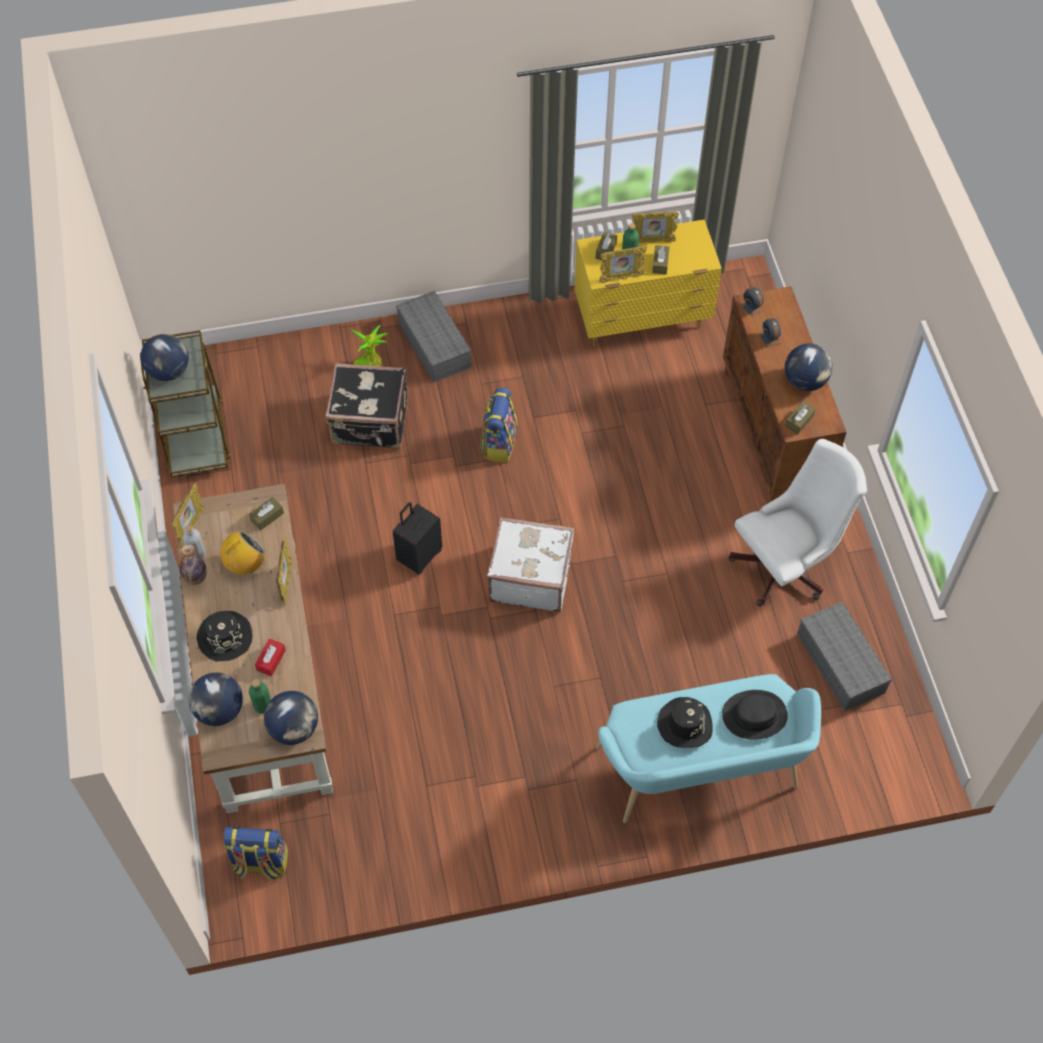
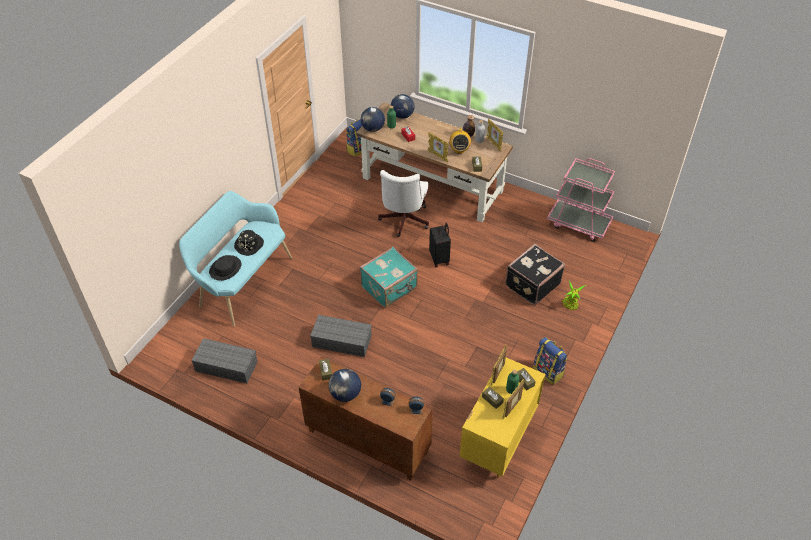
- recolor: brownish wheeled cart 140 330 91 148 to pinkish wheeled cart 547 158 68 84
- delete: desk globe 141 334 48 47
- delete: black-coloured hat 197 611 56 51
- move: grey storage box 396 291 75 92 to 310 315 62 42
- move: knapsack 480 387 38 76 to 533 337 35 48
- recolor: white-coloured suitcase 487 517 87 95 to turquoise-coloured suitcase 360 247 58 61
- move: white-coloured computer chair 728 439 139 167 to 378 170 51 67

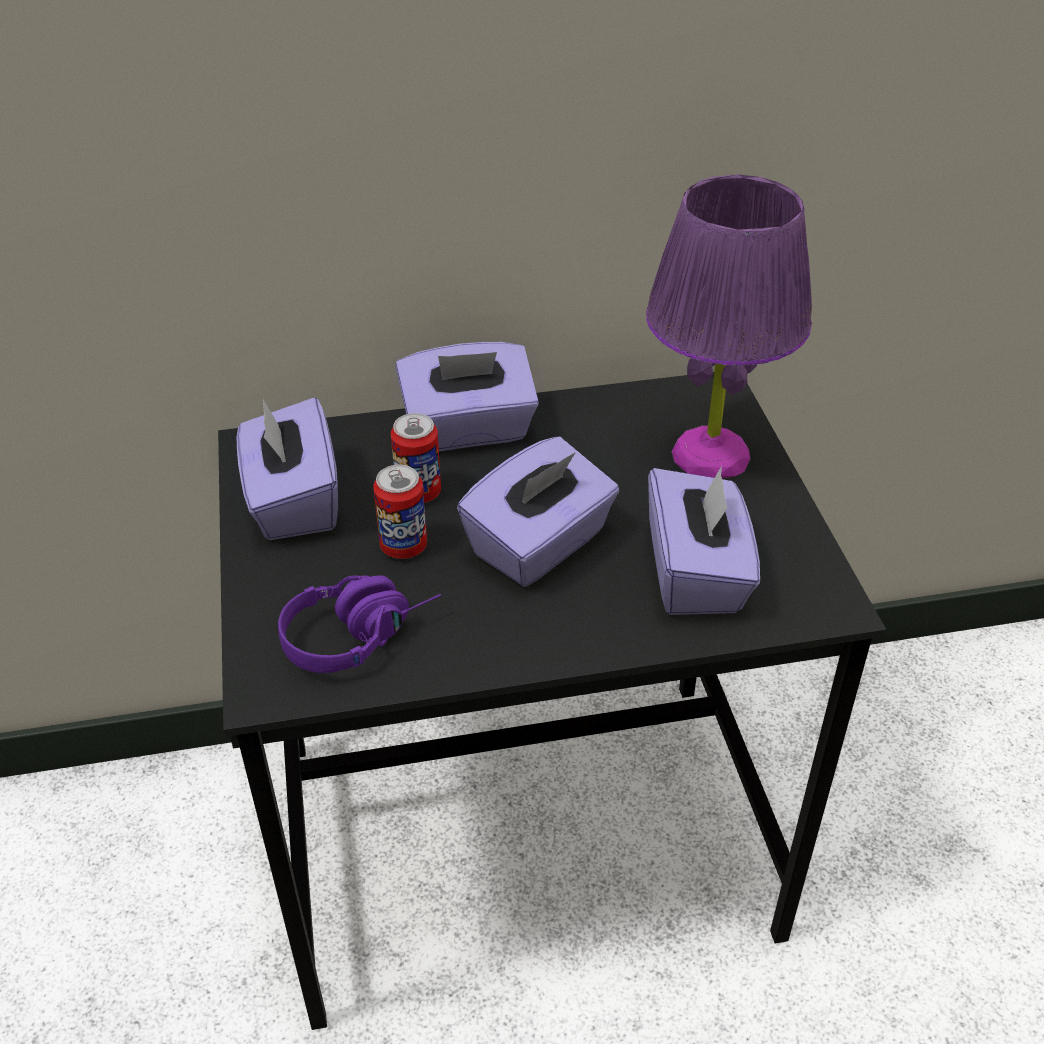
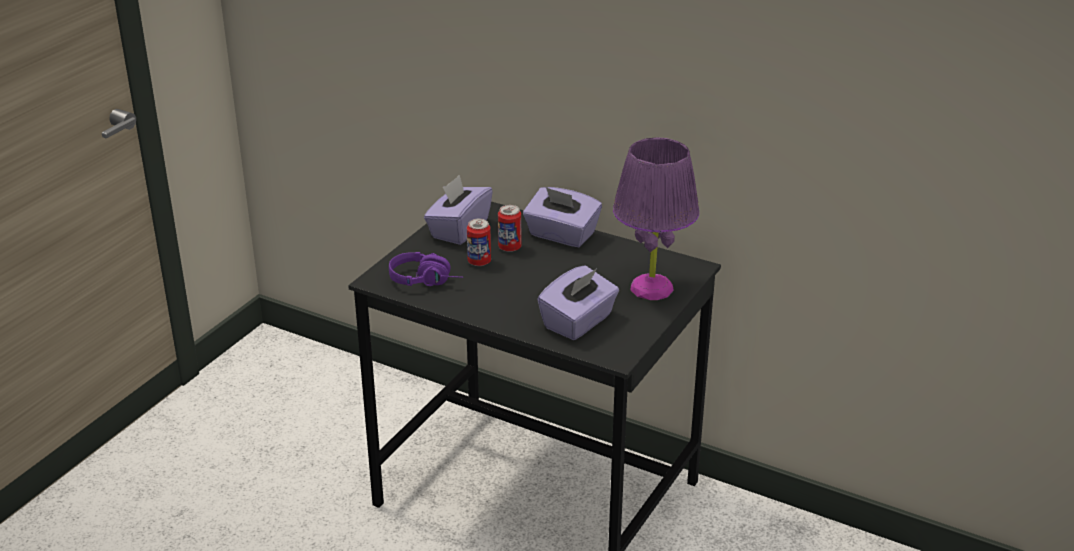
- delete: purple-coloured tissue holder 457 437 162 150

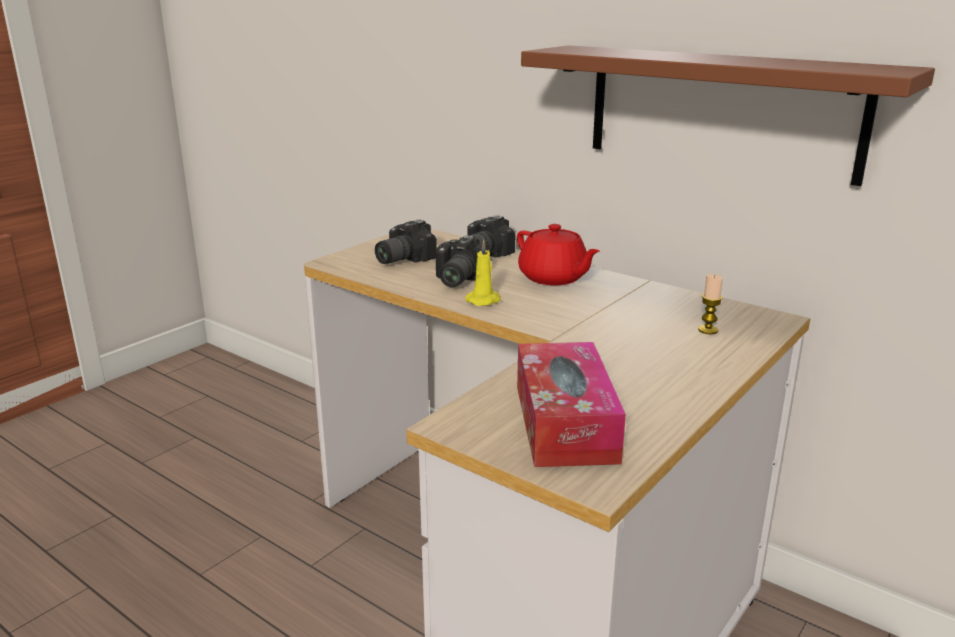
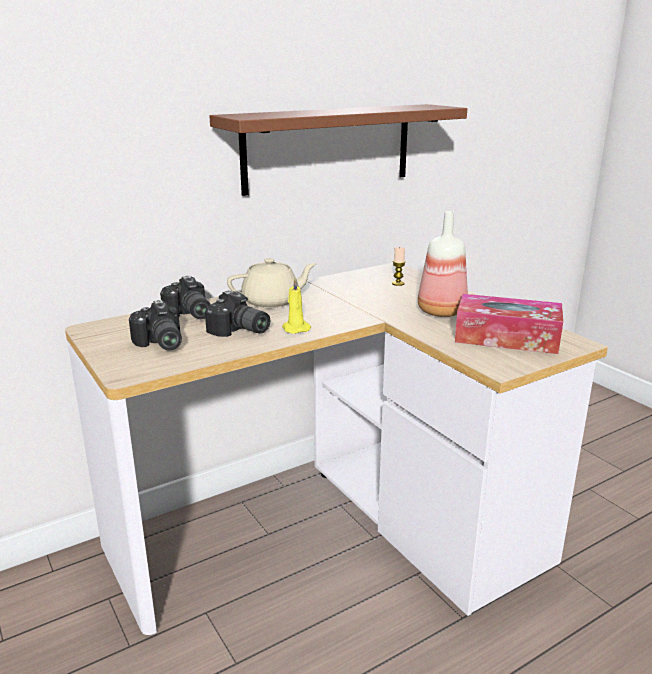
- recolor: red tea pot 517 224 83 61 to beige tea pot 227 258 90 50
- insert: bottle 418 211 50 106

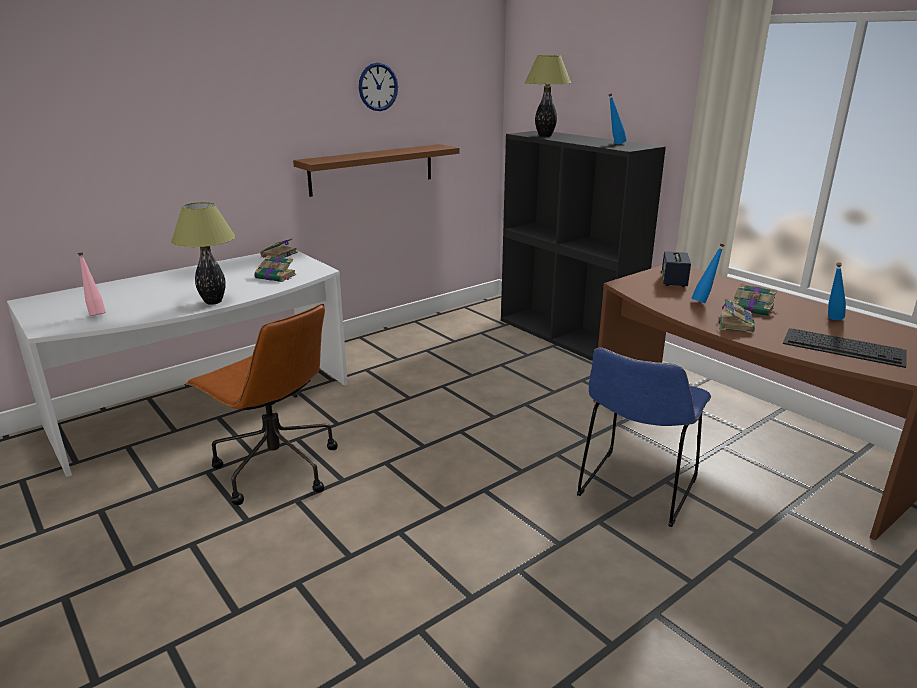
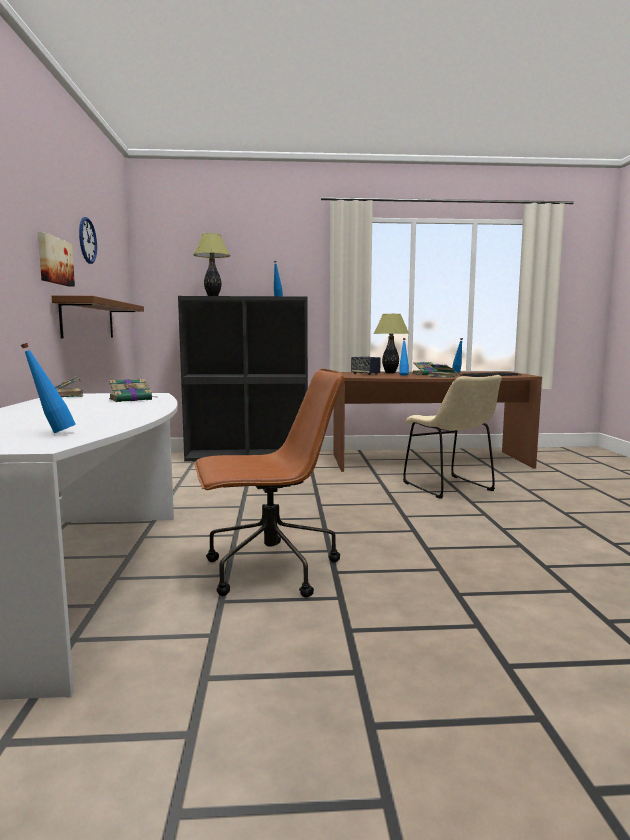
- recolor: pinkish bottle 78 252 28 64 to bluish bottle 20 343 56 90
- move: table lamp 171 202 65 103 to 373 314 36 59
- recolor: bluish plain chair 577 348 134 179 to beige plain chair 403 375 98 124
- insert: wall picture 38 232 37 55

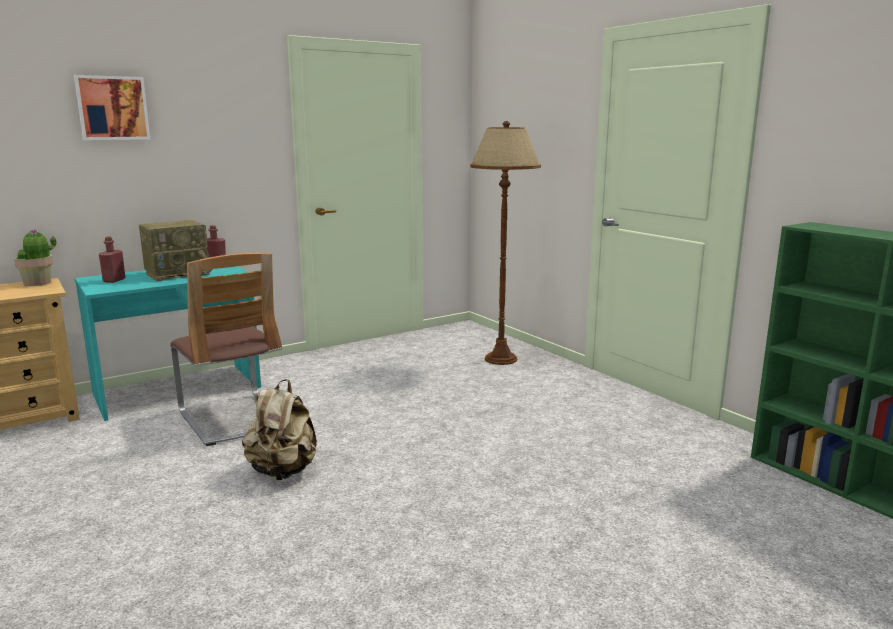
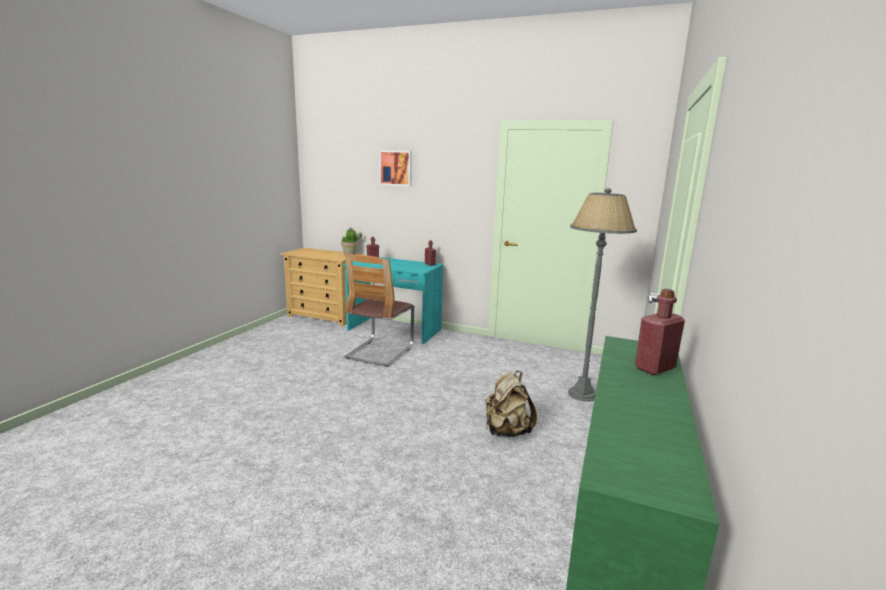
- delete: radio 139 220 73 61
- move: beige knapsack 242 379 75 101 to 485 371 52 66
- recolor: brownish standard lamp 470 121 71 244 to grey standard lamp 568 188 69 214
- insert: red bottle 635 289 50 86

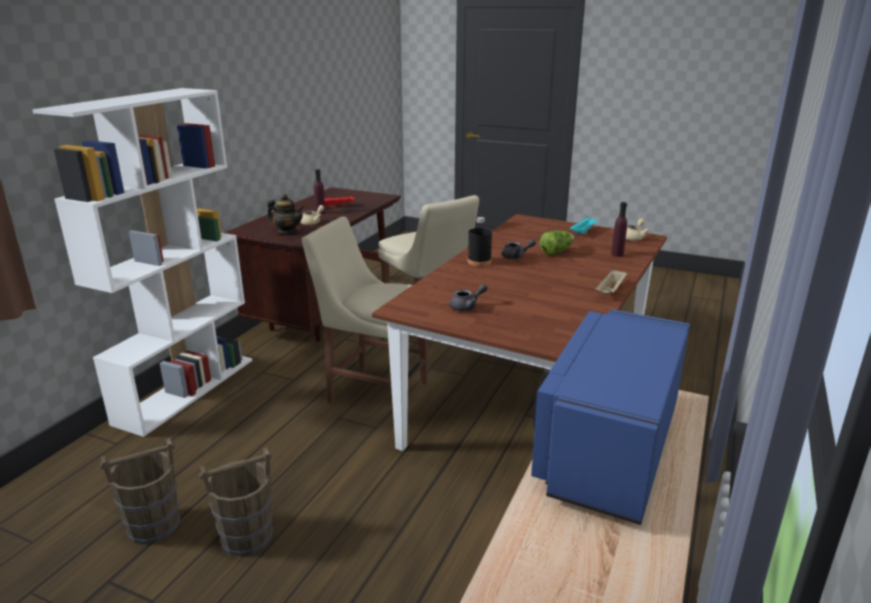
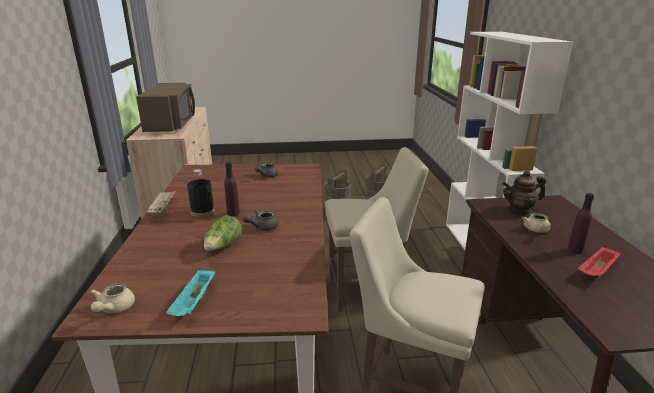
- move: black-coloured bottle 468 217 24 49 to 187 169 28 49
- recolor: bluish microwave 531 309 159 216 to brownish microwave 136 83 59 49
- move: purple-coloured bottle 611 202 16 55 to 224 162 15 55

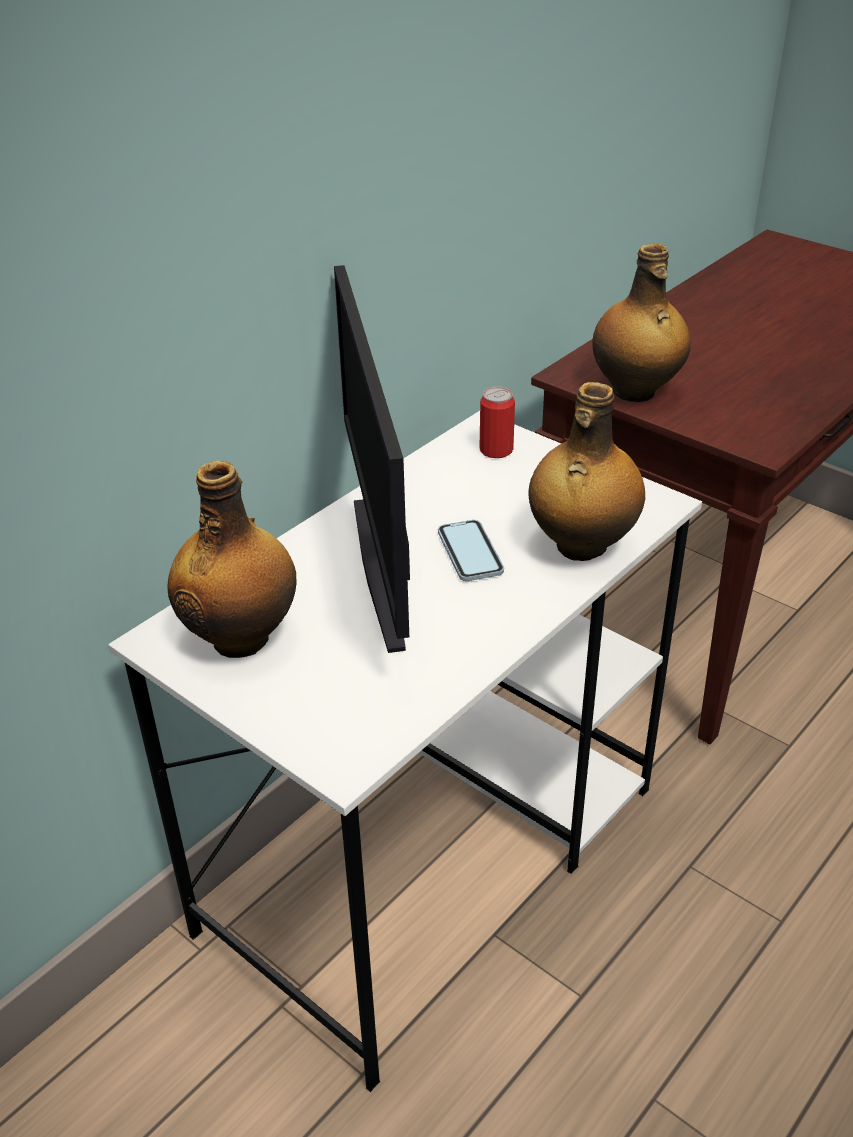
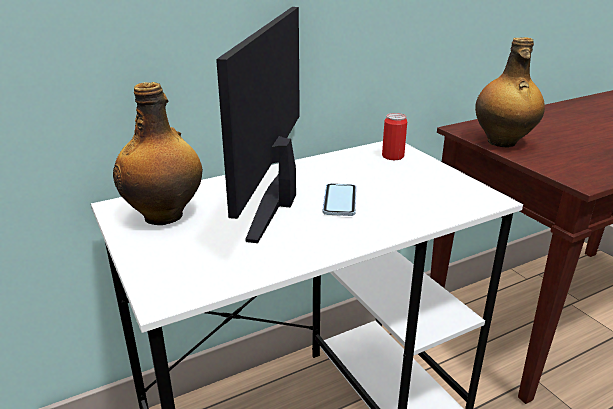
- delete: bottle 528 382 117 179

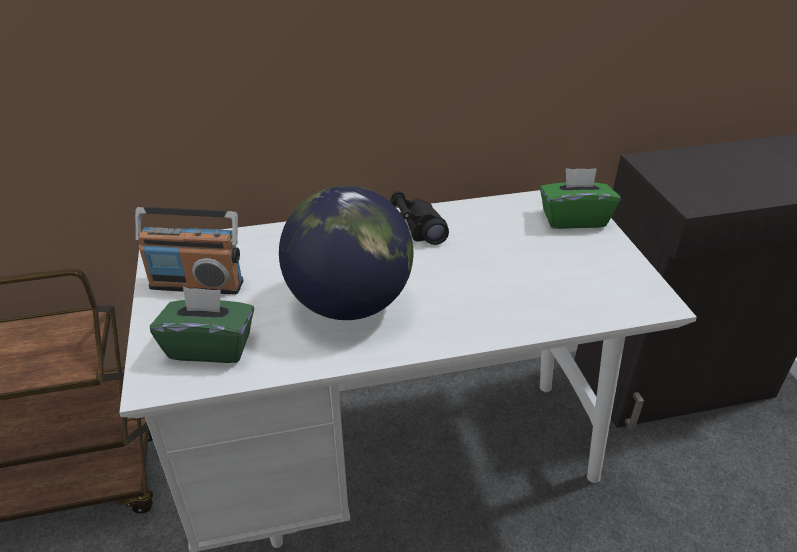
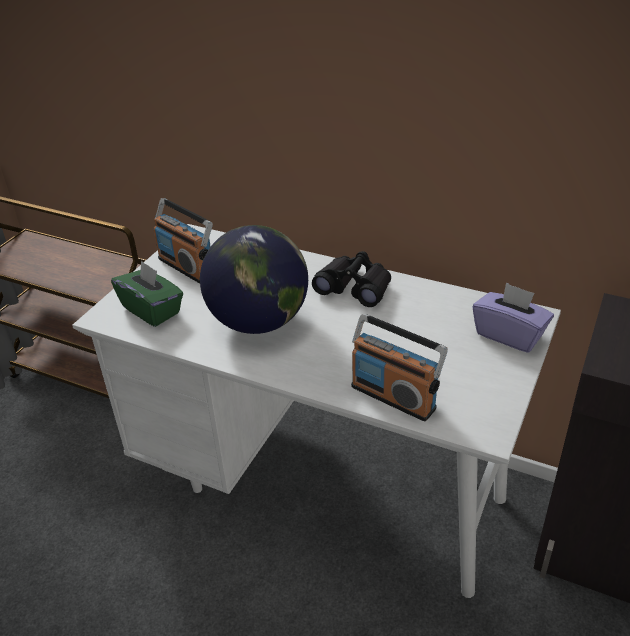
- recolor: green-coloured tissue holder 540 168 81 61 to purple-coloured tissue holder 473 282 81 71
- insert: radio 351 314 97 107

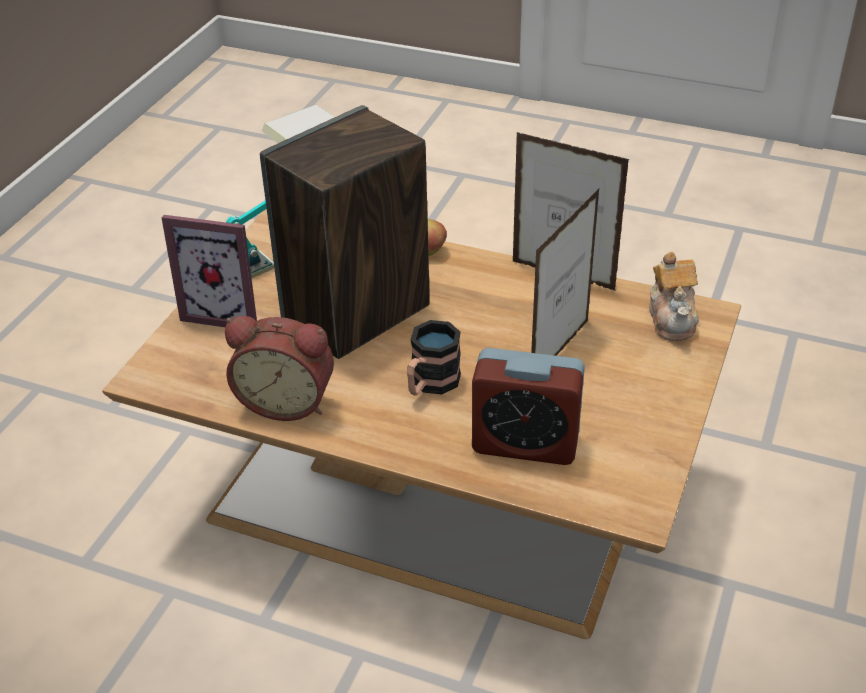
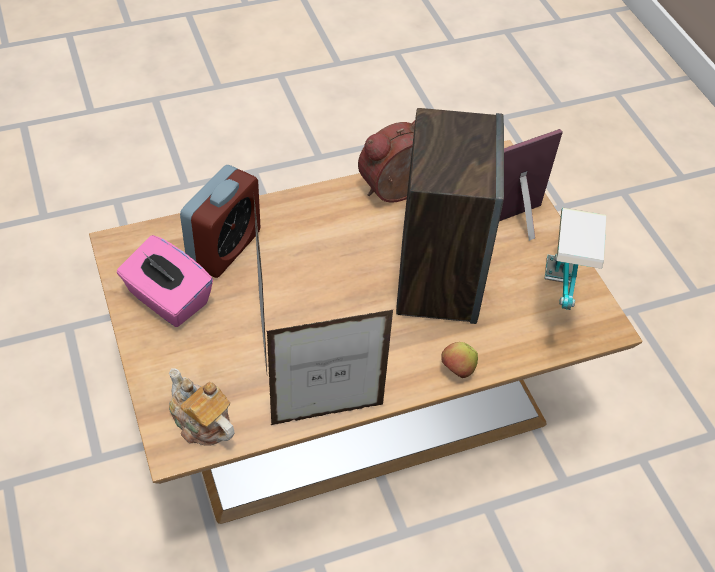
- delete: mug 407 320 54 76
- rotate: bedside clock 472 348 113 117 = 180 165 80 113 150 degrees clockwise
- insert: pinkish tissue holder 117 235 96 92

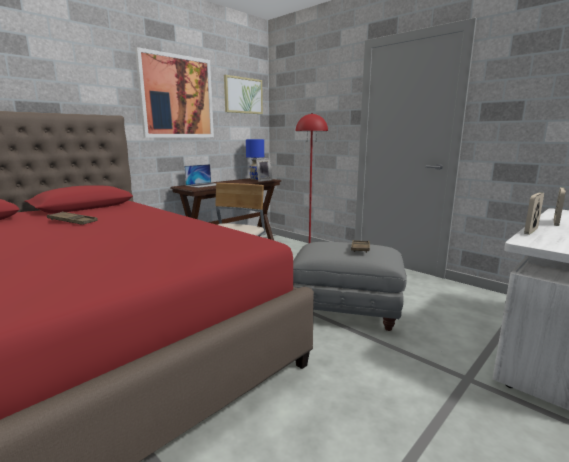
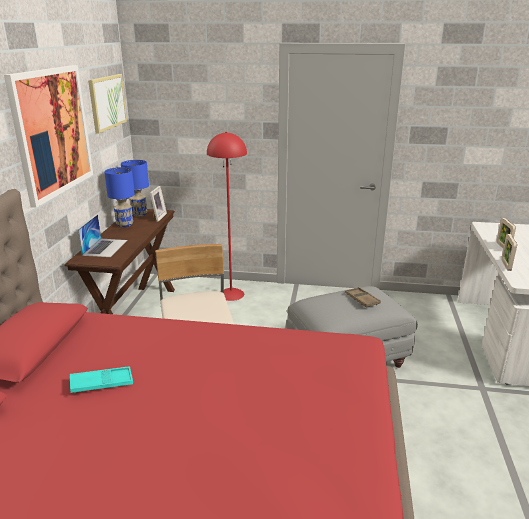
- recolor: brownish serving tray 47 212 51 13 to turquoise-coloured serving tray 70 366 63 27
- insert: bluish table lamp 104 167 31 60

